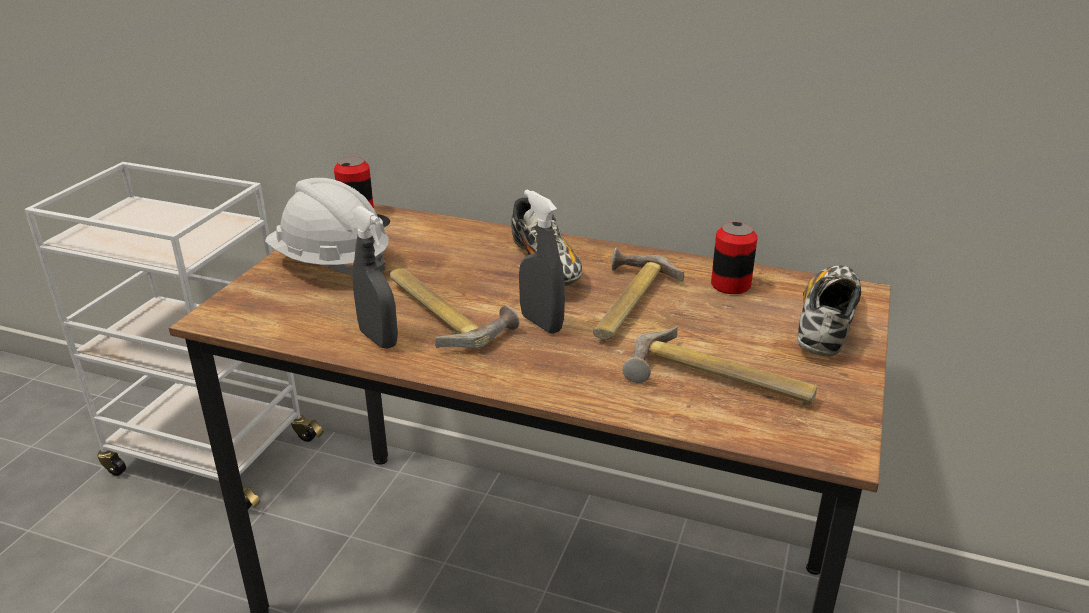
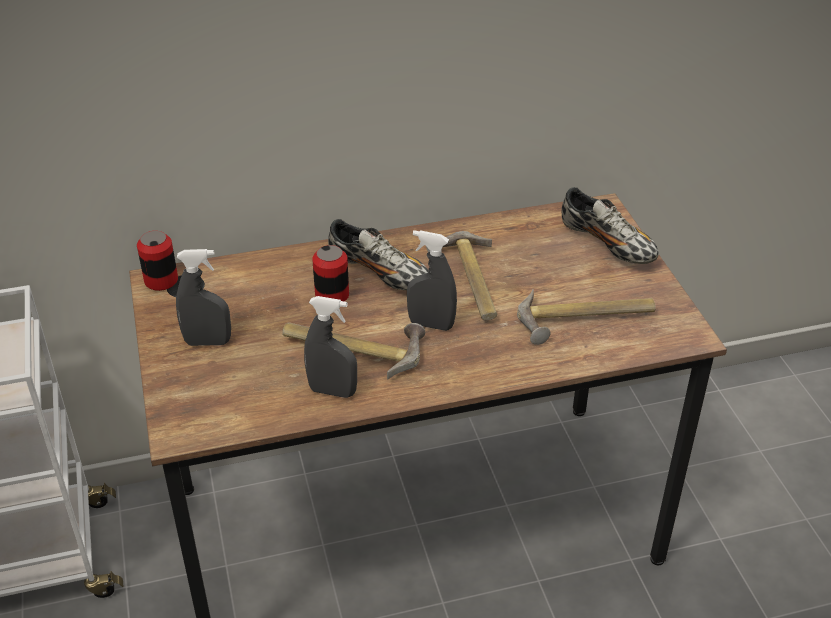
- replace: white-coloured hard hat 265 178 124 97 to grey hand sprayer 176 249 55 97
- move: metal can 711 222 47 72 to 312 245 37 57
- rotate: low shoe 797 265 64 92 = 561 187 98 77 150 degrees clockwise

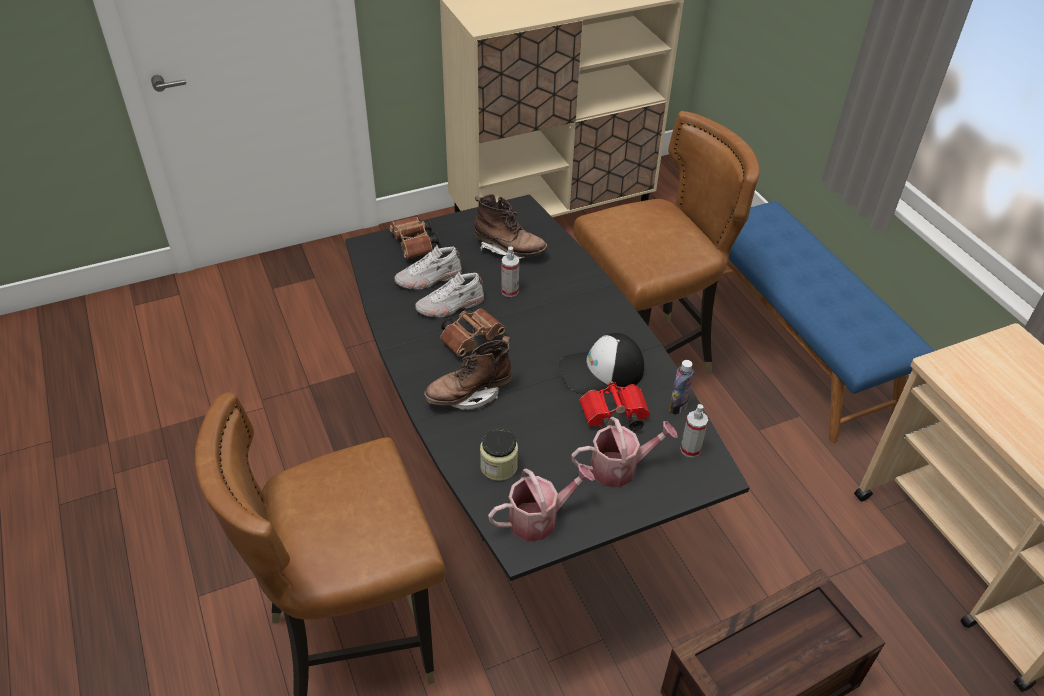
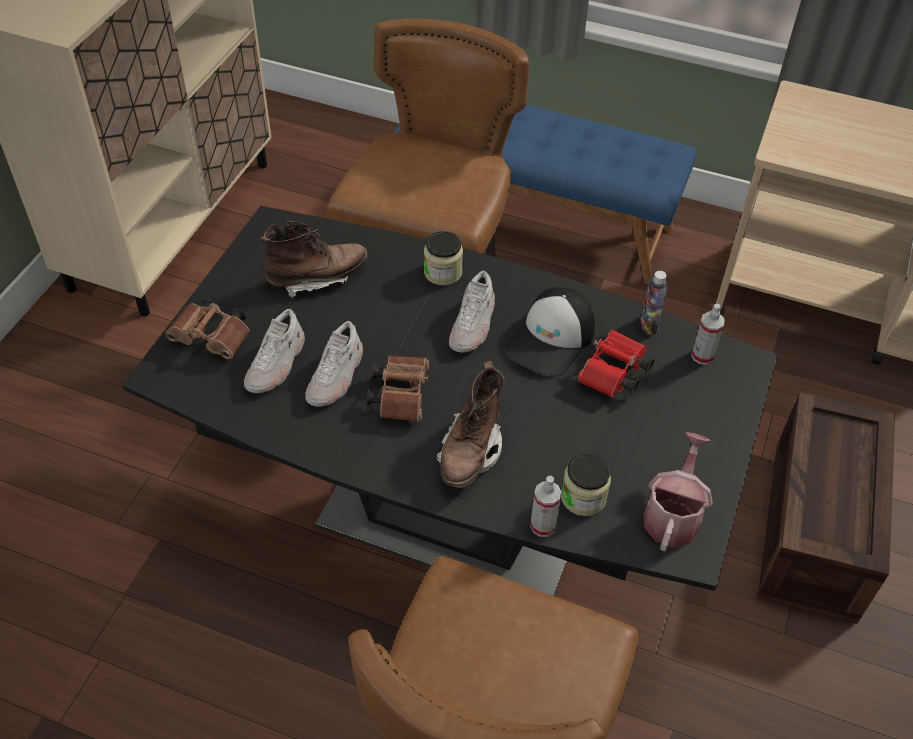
- move: hand sprayer 501 247 18 50 to 530 476 32 61
- delete: watering pot 571 417 107 70
- insert: storage jar 424 231 39 54
- insert: white-coloured low shoe 449 271 46 82

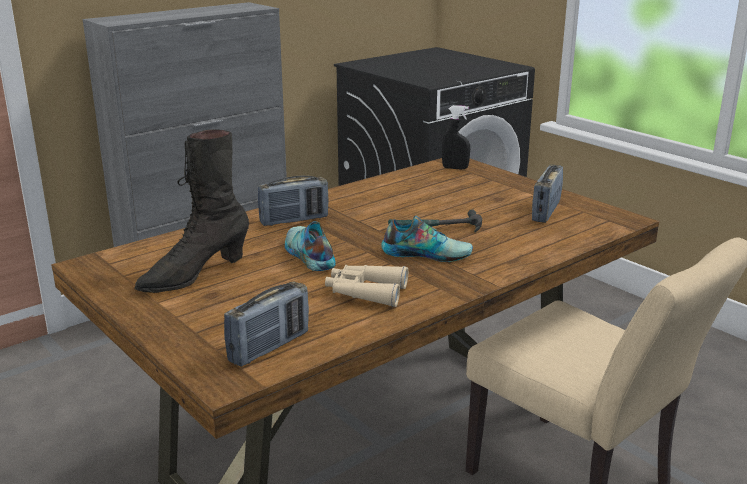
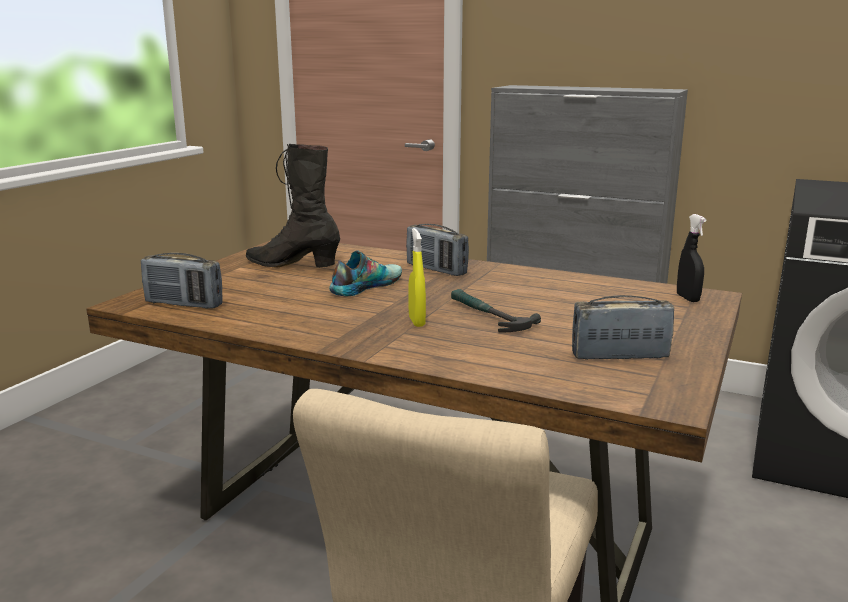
- delete: beige field glasses 325 265 83 42
- replace: low shoe 381 216 92 46 to yellow-coloured hand sprayer 408 228 18 99

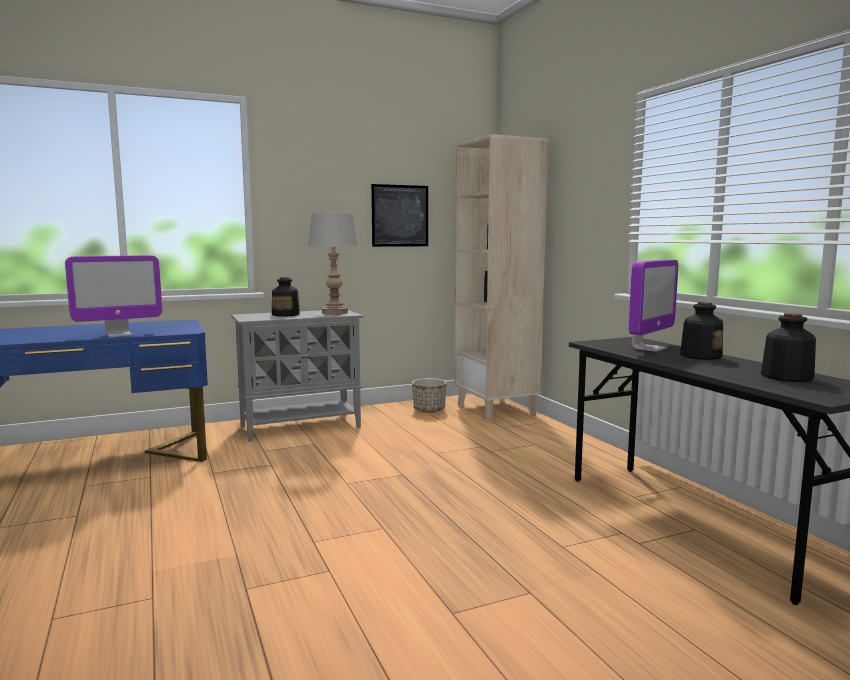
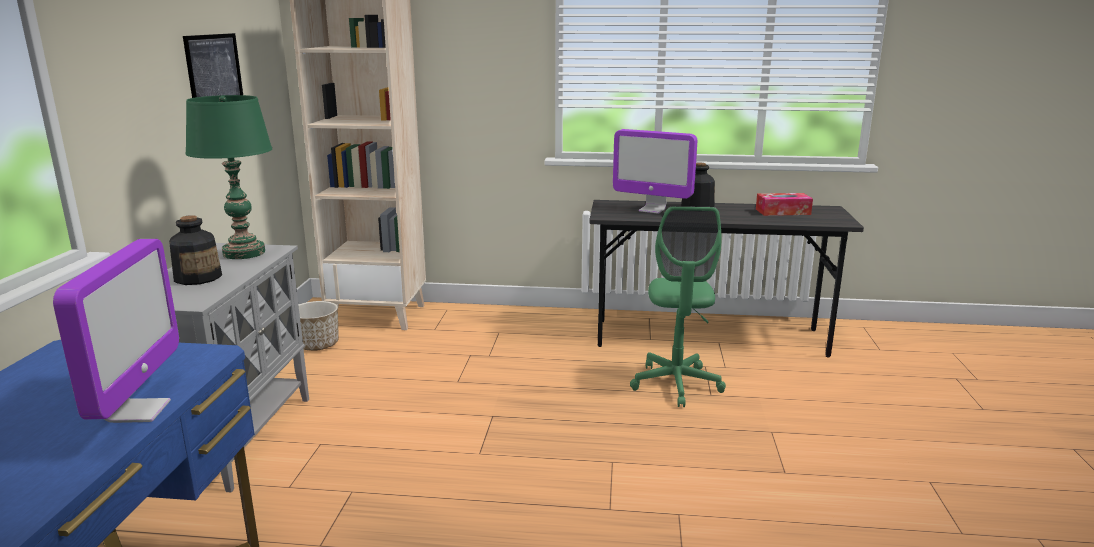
- recolor: grey table lamp 308 212 51 103 to green-coloured table lamp 185 95 87 164
- rotate: computer display 629 260 49 92 = 613 129 84 85 135 degrees clockwise
- replace: bottle 761 313 55 69 to tissue holder 756 193 57 23
- insert: green-coloured computer chair 630 206 96 201

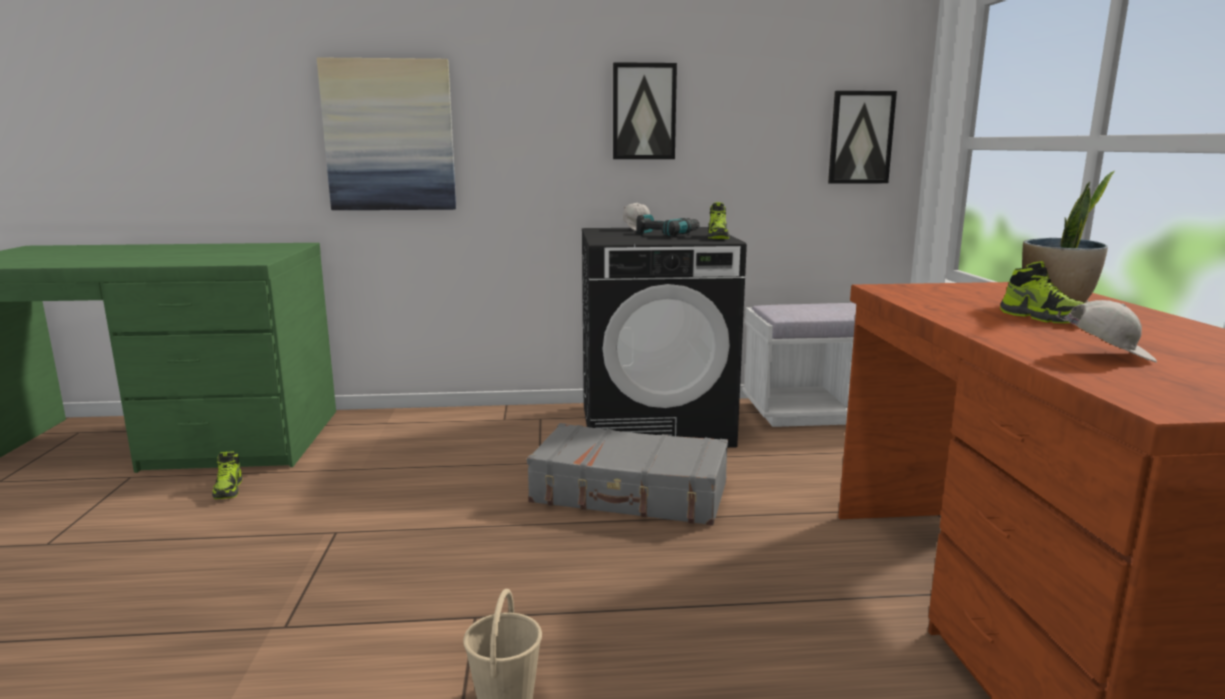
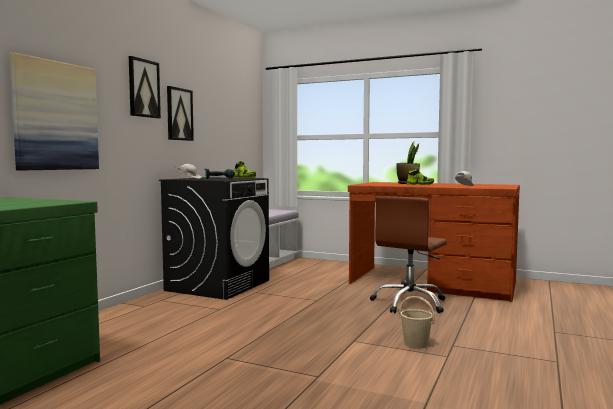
- delete: low shoe 212 451 30 48
- delete: grey suitcase 527 423 201 103
- move: wall picture 828 91 69 93 to 129 56 32 63
- insert: brownish computer chair 370 196 77 117

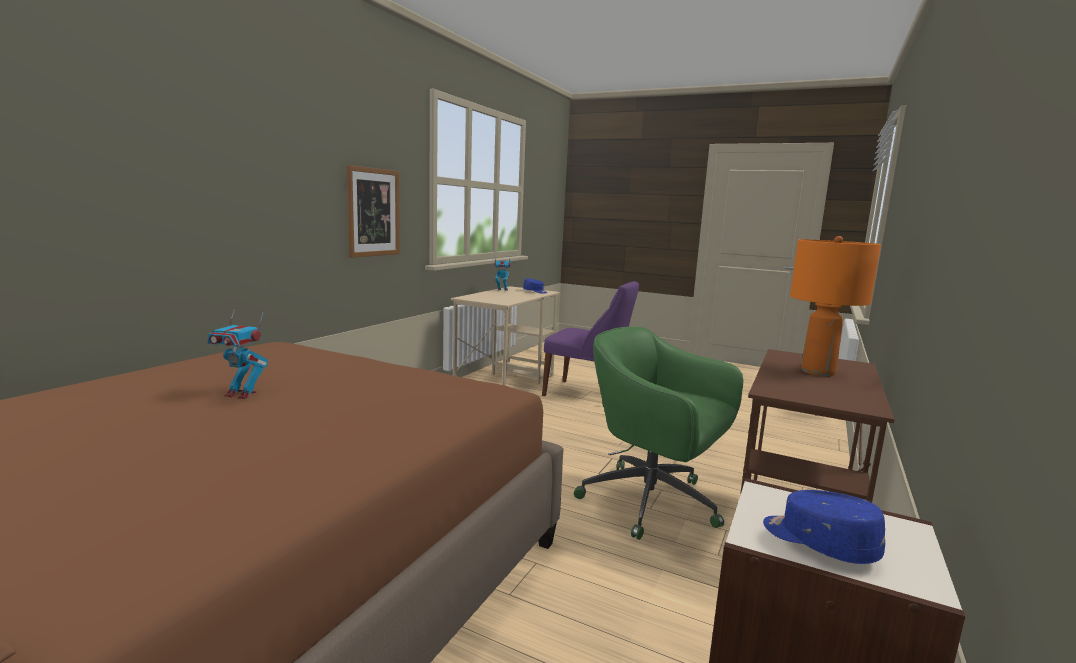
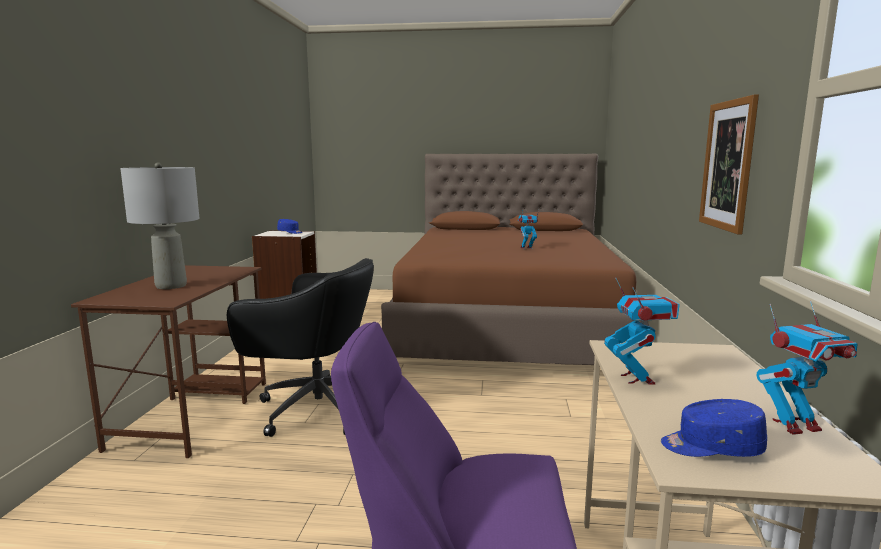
- recolor: green-coloured computer chair 574 327 169 213 to black-coloured computer chair 227 258 147 179
- recolor: orange table lamp 790 236 91 140 to grey table lamp 120 162 80 127
- insert: robot figure 604 278 76 107

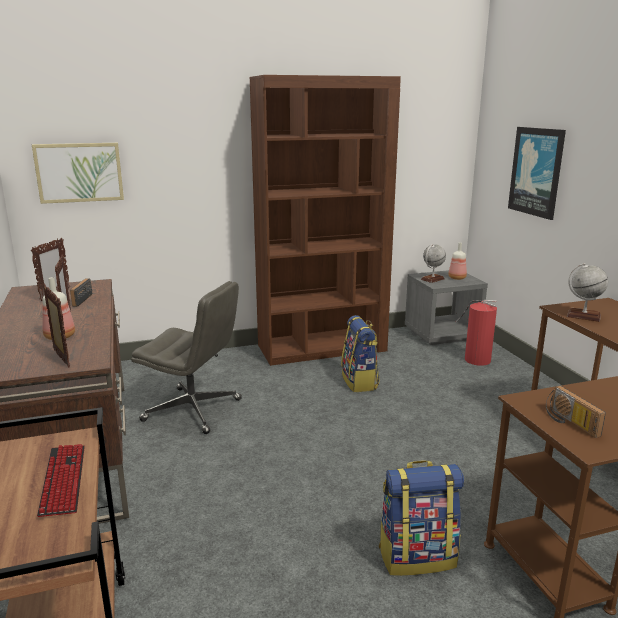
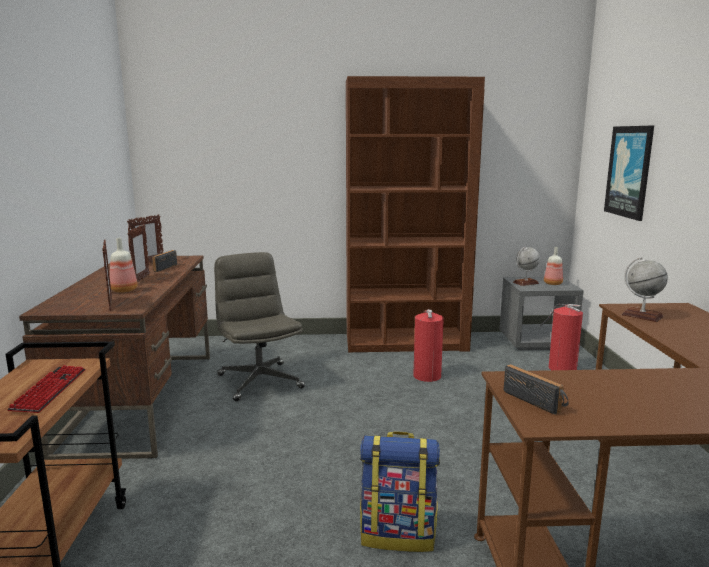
- delete: wall picture 32 143 92 61
- rotate: grey computer chair 131 281 111 153 = 214 252 91 149 150 degrees counterclockwise
- replace: knapsack 341 315 39 77 to fire-fighting cylinder 413 309 31 73
- rotate: radio 546 386 60 52 = 504 364 65 51 150 degrees clockwise

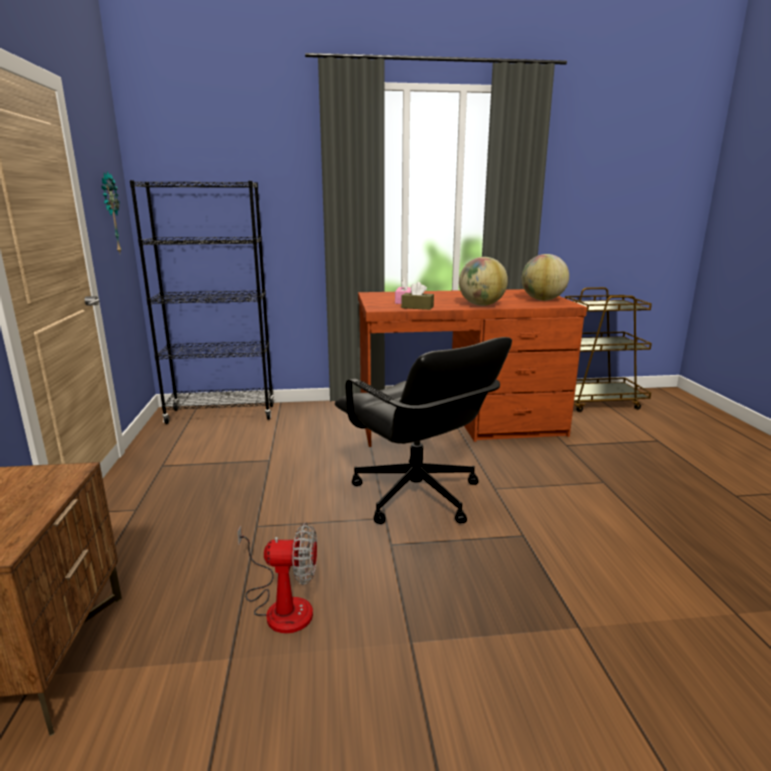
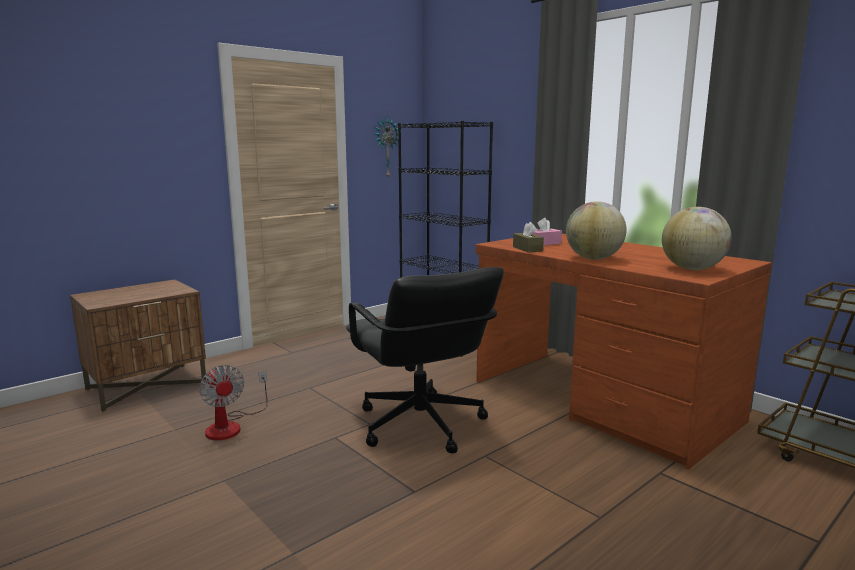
- rotate: black-coloured computer chair 335 337 177 187 = 346 267 158 186 45 degrees counterclockwise

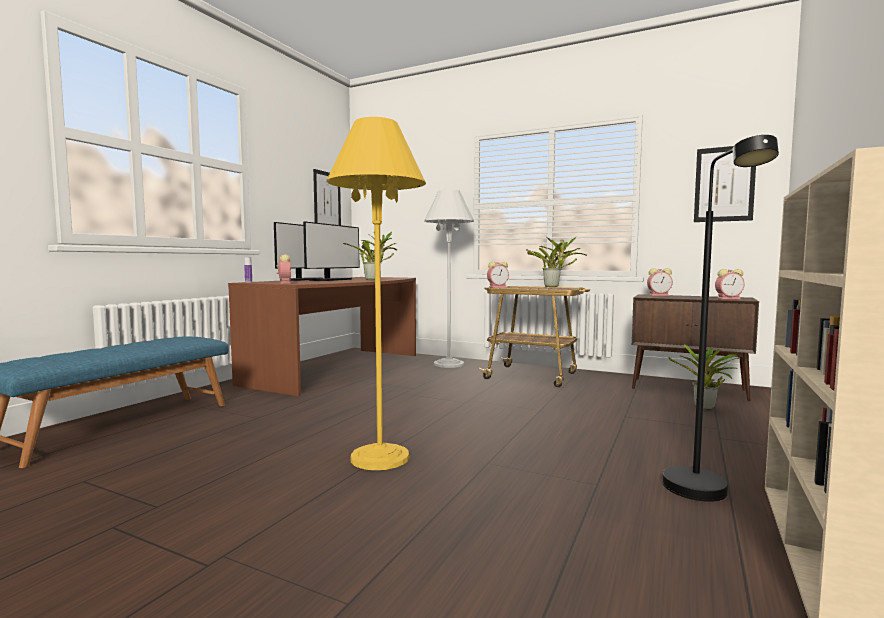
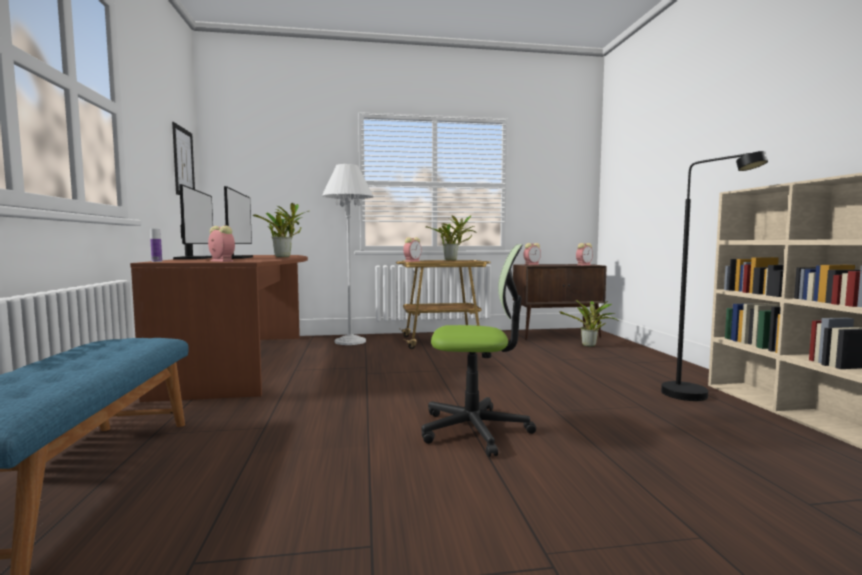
- replace: yellow-coloured standard lamp 326 117 100 353 to computer chair 421 244 115 213
- delete: wall picture 694 146 62 76

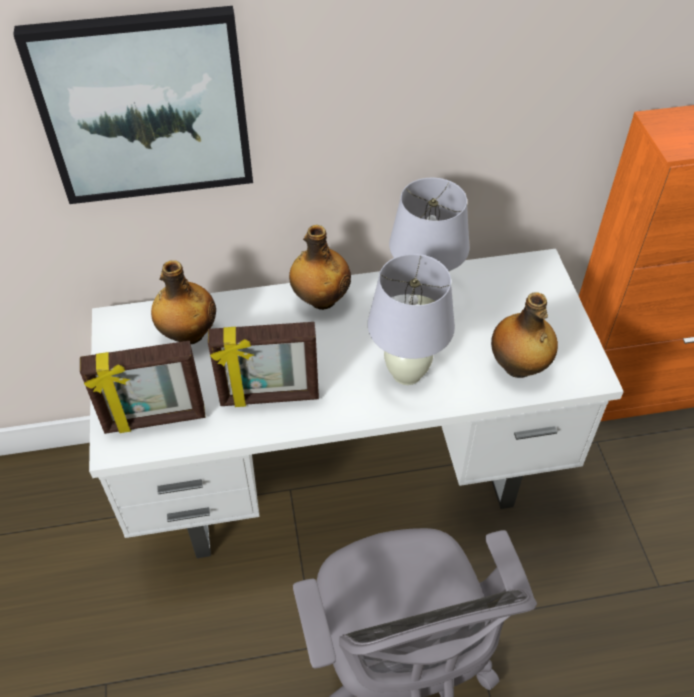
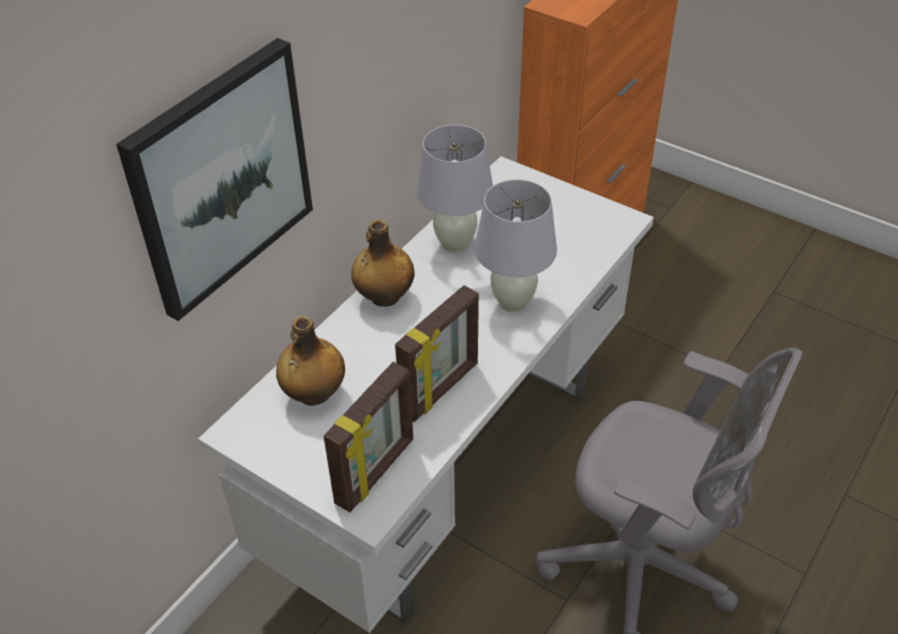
- delete: bottle 491 292 67 86

